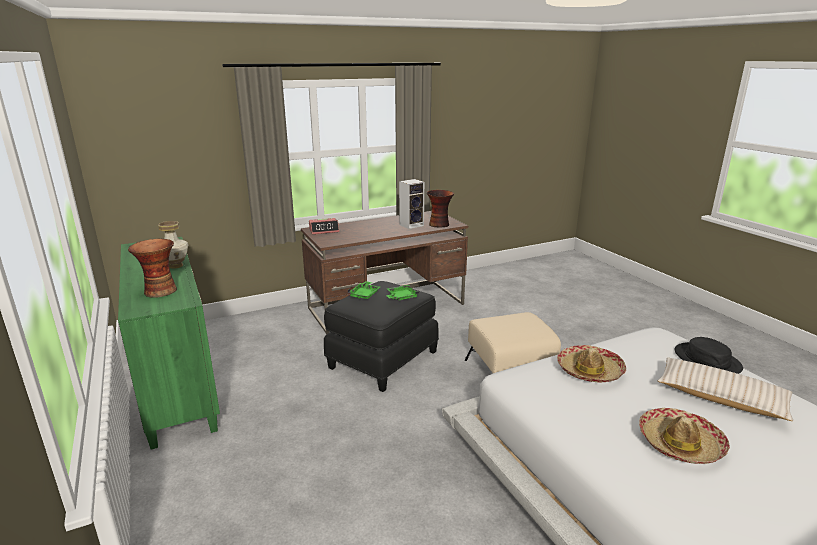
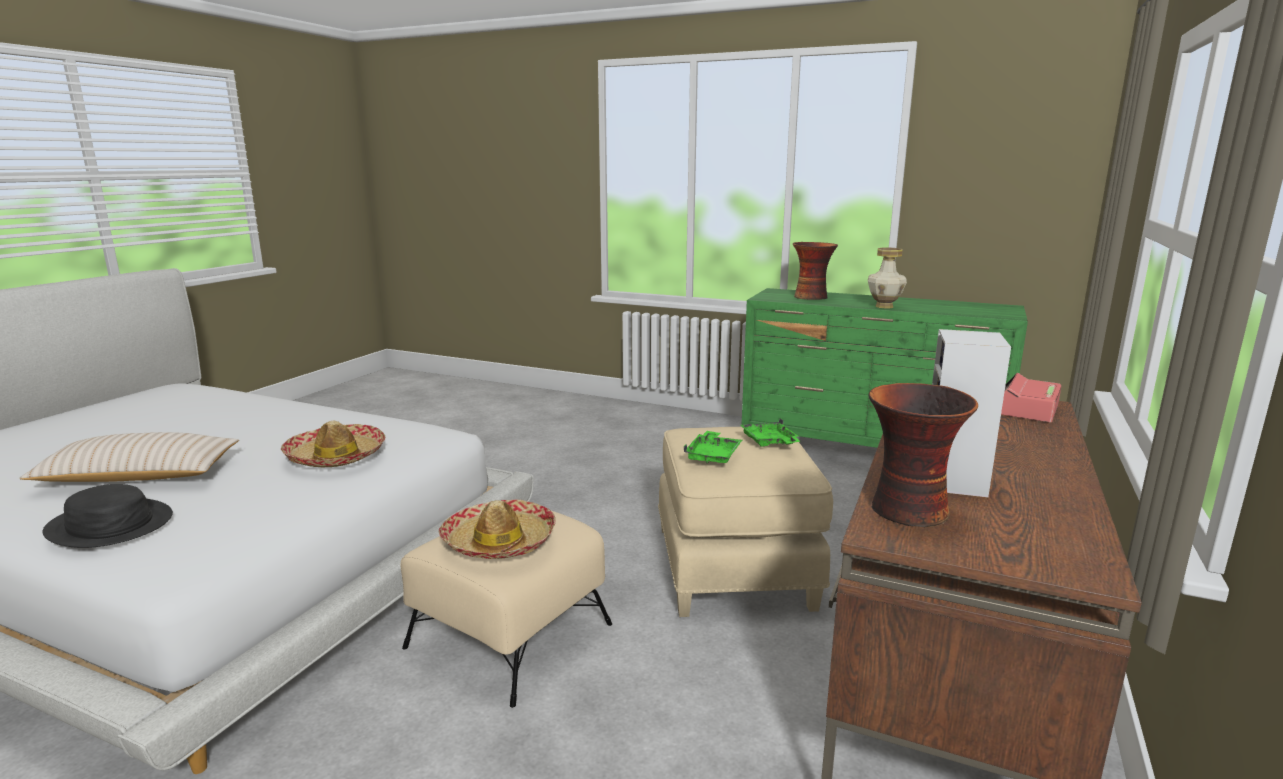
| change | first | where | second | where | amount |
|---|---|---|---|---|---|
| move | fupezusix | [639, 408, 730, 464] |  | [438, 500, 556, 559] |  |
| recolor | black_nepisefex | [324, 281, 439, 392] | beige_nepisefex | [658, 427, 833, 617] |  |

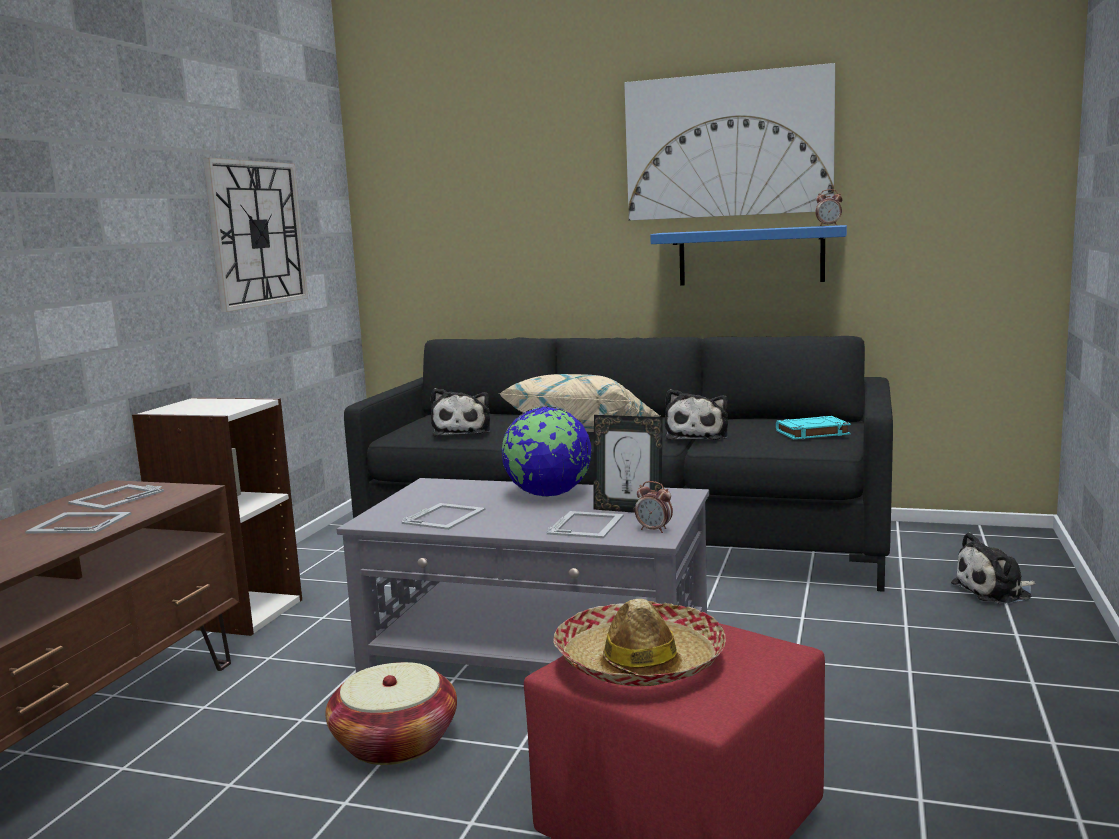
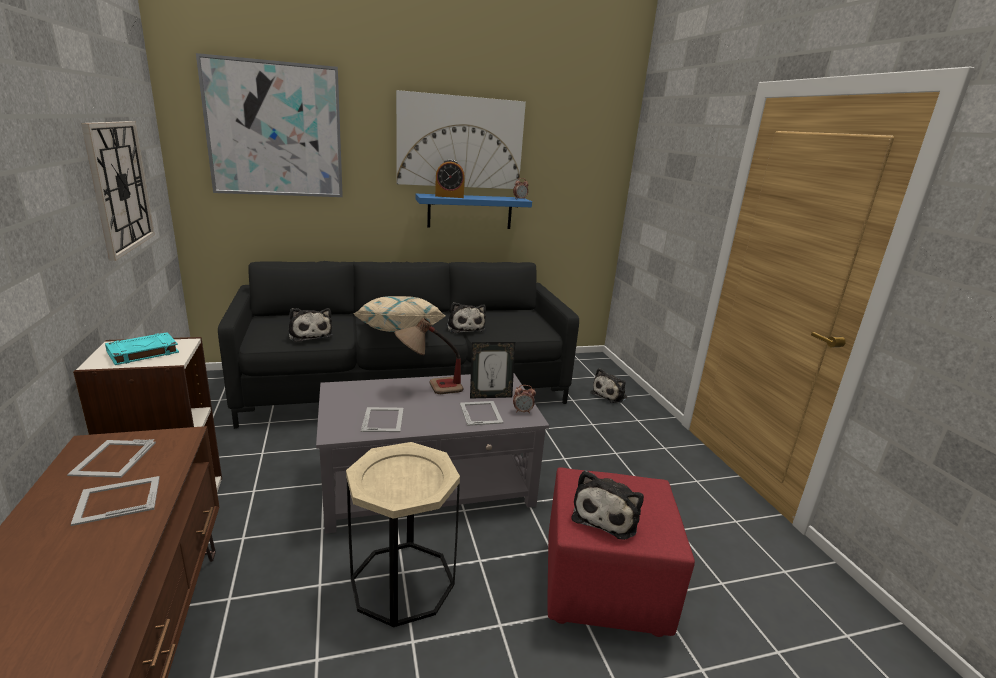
| change | first | where | second | where | amount |
|---|---|---|---|---|---|
| insert |  |  | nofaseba | [196, 53, 343, 197] |  |
| insert |  |  | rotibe | [435, 159, 465, 198] |  |
| move | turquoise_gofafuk | [776, 416, 851, 439] |  | [105, 332, 179, 365] |  |
| replace | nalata | [325, 662, 457, 765] | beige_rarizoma | [346, 442, 460, 627] |  |
| replace | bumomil | [501, 406, 592, 497] | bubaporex | [394, 318, 464, 394] |  |
| replace | fupezusix | [553, 599, 726, 686] | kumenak | [572, 470, 644, 540] |  |

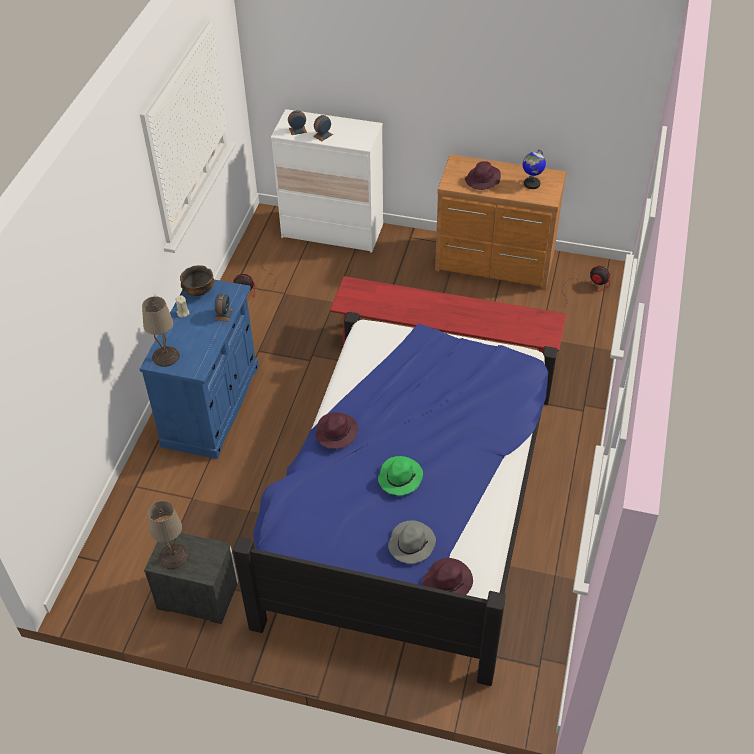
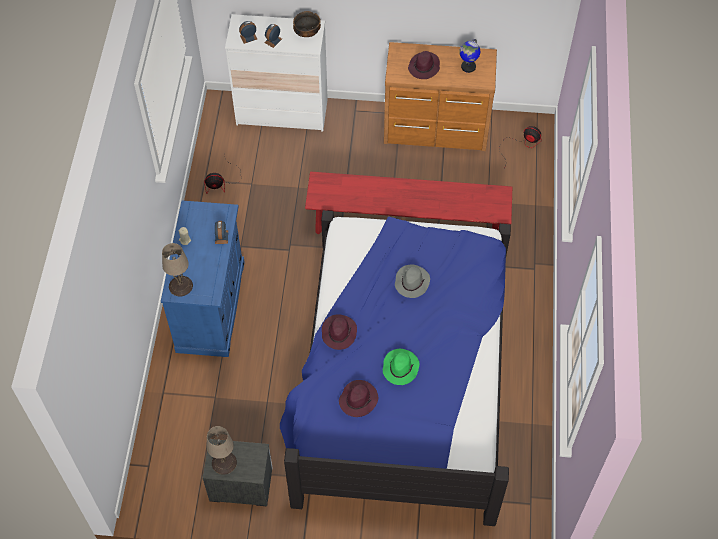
| change | first | where | second | where | amount |
|---|---|---|---|---|---|
| move | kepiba | [180, 265, 214, 296] |  | [293, 11, 321, 37] |  |
| move | grey_fupezusix | [388, 521, 436, 564] |  | [395, 264, 430, 298] |  |
| move | purple_fupezusix | [423, 558, 473, 595] |  | [339, 380, 378, 417] |  |

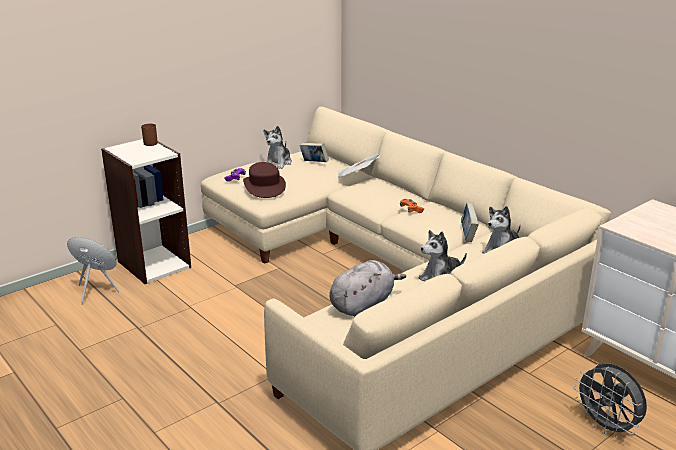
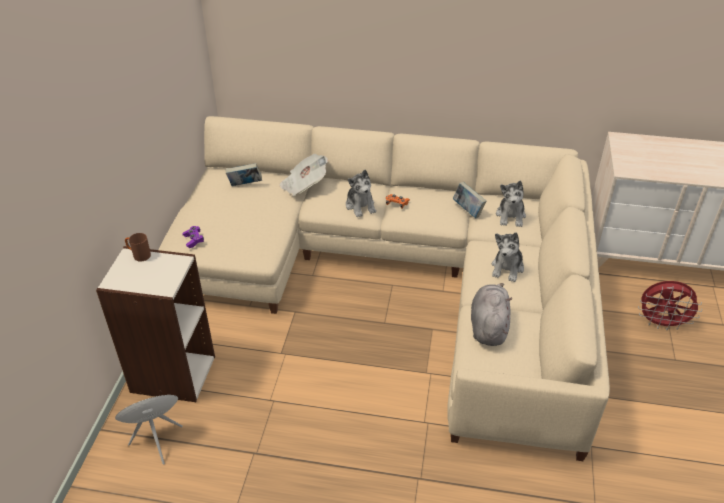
| change | first | where | second | where | amount |
|---|---|---|---|---|---|
| delete | brown_fupezusix | [243, 162, 286, 198] |  |  |  |
| move | kumenak | [263, 126, 292, 169] |  | [346, 170, 376, 217] |  |
| recolor | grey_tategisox | [574, 363, 647, 438] | red_tategisox | [638, 281, 702, 330] |  |

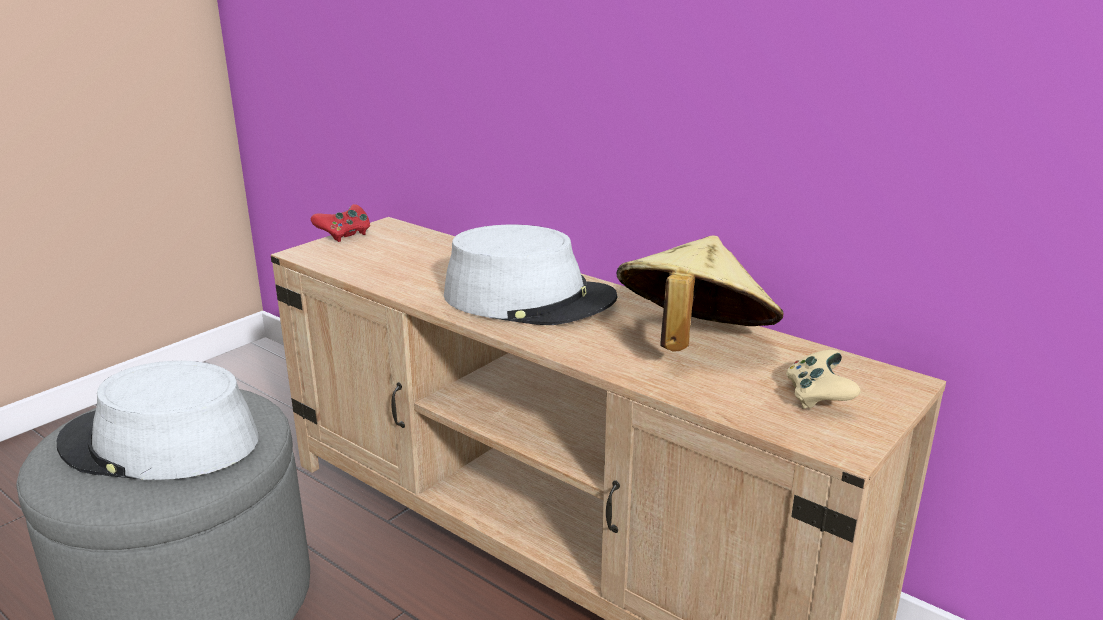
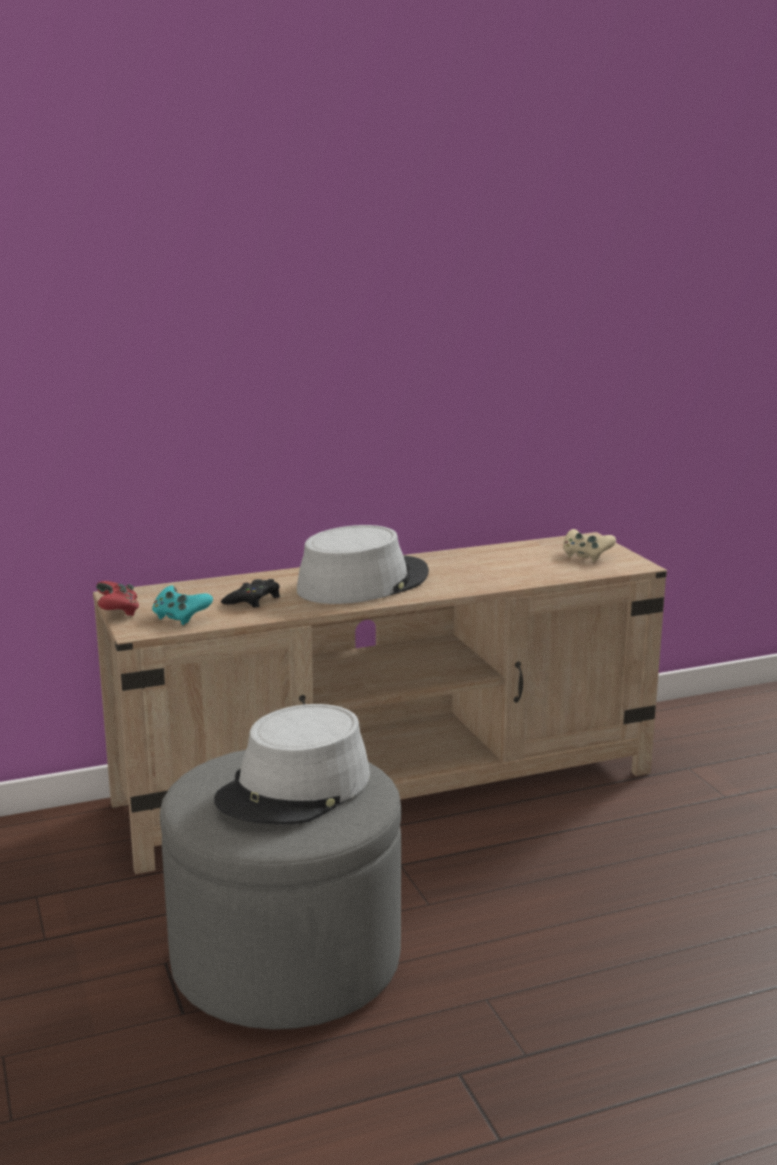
| change | first | where | second | where | amount |
|---|---|---|---|---|---|
| delete | beige_fupezusix | [616, 235, 784, 351] |  |  |  |
| insert |  |  | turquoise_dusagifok | [152, 586, 213, 625] |  |
| insert |  |  | black_dusagifok | [221, 579, 280, 608] |  |

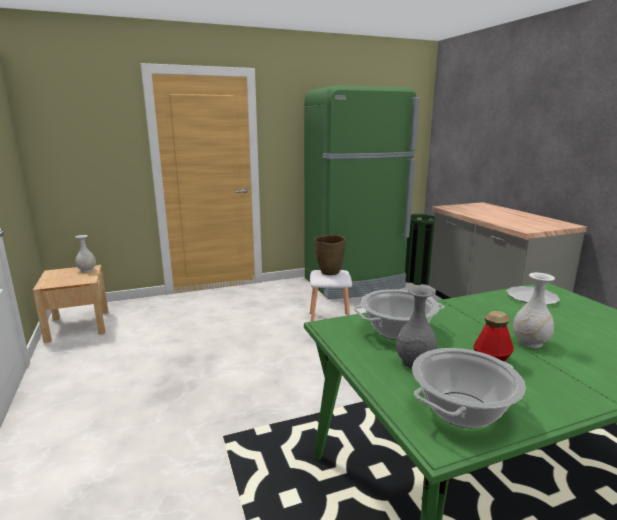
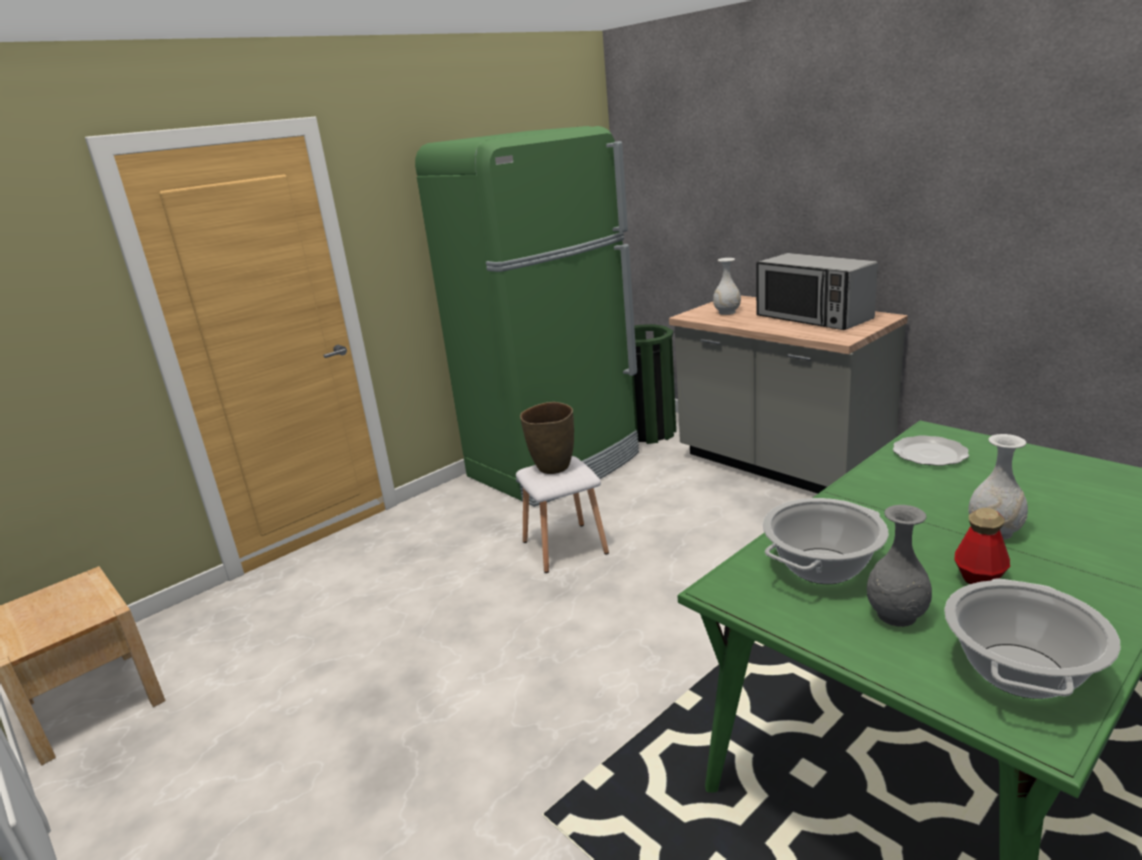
| change | first | where | second | where | amount |
|---|---|---|---|---|---|
| insert |  |  | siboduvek | [756, 253, 878, 330] |  |
| move | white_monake | [75, 235, 96, 272] |  | [713, 258, 741, 315] |  |

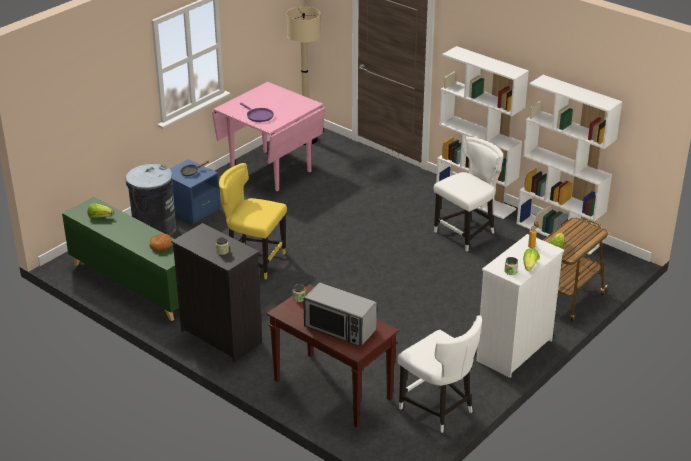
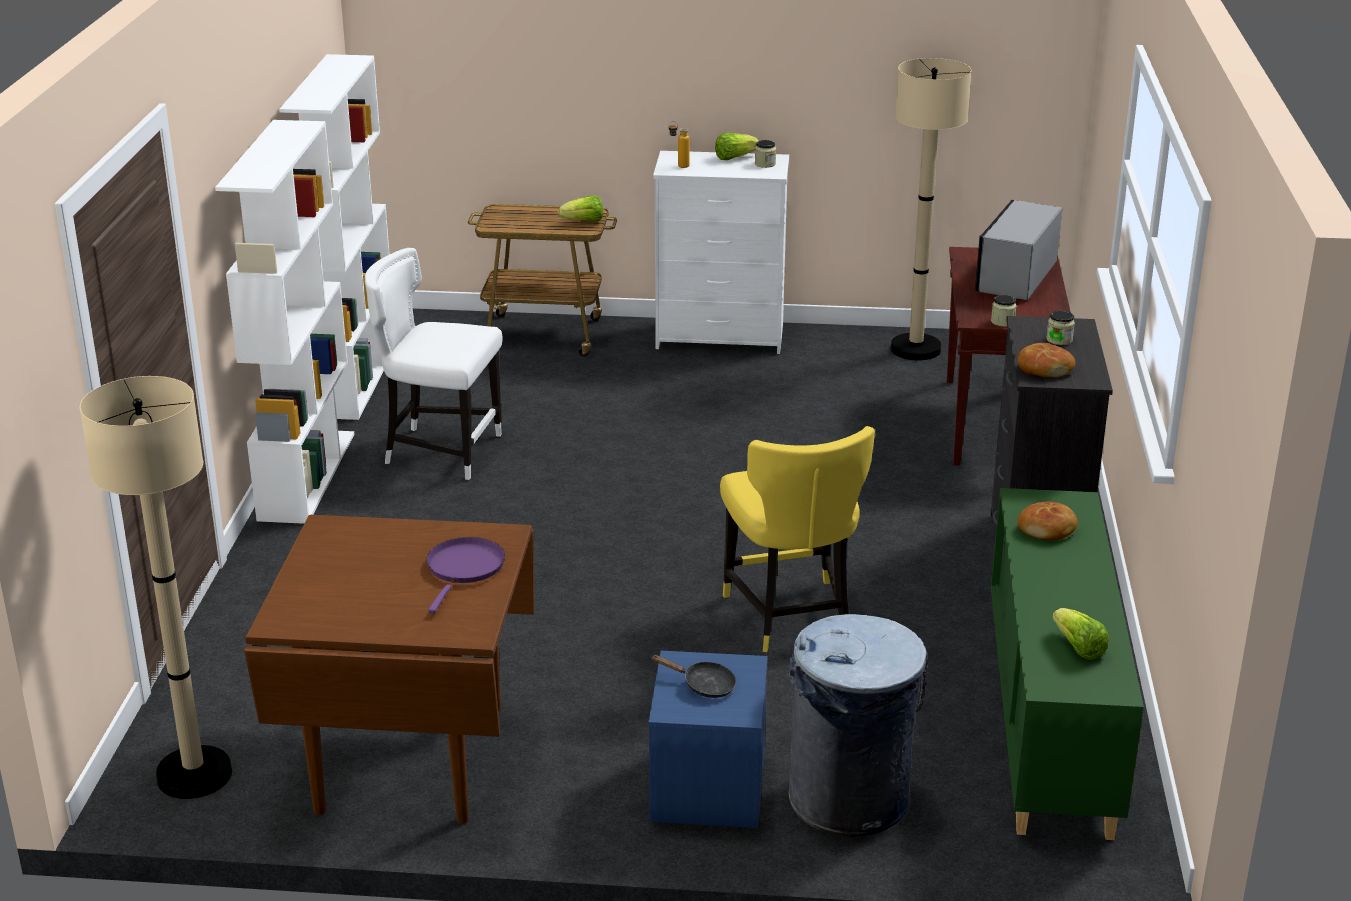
| change | first | where | second | where | amount |
|---|---|---|---|---|---|
| insert |  |  | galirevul | [1017, 343, 1075, 378] |  |
| replace | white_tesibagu | [397, 315, 482, 433] | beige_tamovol | [890, 58, 971, 360] |  |
| recolor | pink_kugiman | [212, 82, 326, 191] | brown_kugiman | [244, 515, 535, 824] |  |
| rotate | siboduvek | [303, 282, 377, 347] |  | [975, 200, 1062, 300] | 150 degrees counterclockwise |

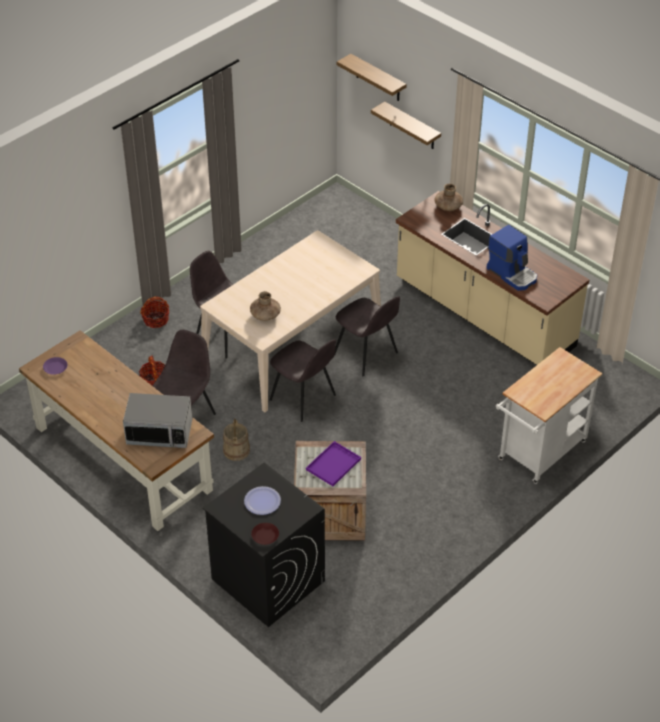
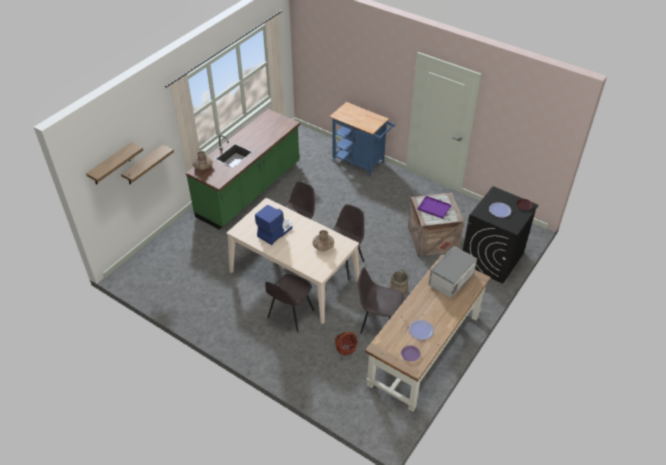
| change | first | where | second | where | amount |
|---|---|---|---|---|---|
| delete | nalata | [140, 296, 169, 328] |  |  |  |
| insert |  |  | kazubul | [409, 320, 434, 340] |  |
| move | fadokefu | [486, 225, 537, 291] |  | [255, 205, 292, 245] |  |
| recolor | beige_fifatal | [396, 191, 589, 365] | green_fifatal | [186, 109, 300, 230] |  |
| recolor | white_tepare | [496, 347, 602, 484] | blue_tepare | [329, 102, 395, 177] |  |
| rotate | siboduvek | [123, 393, 192, 448] |  | [428, 246, 477, 298] | 135 degrees counterclockwise |

